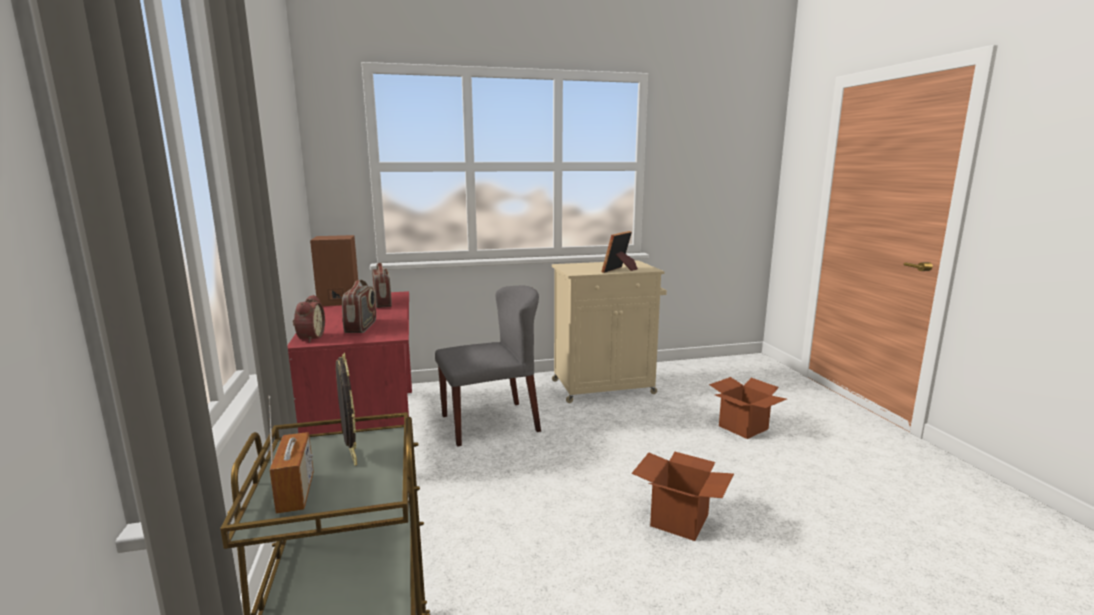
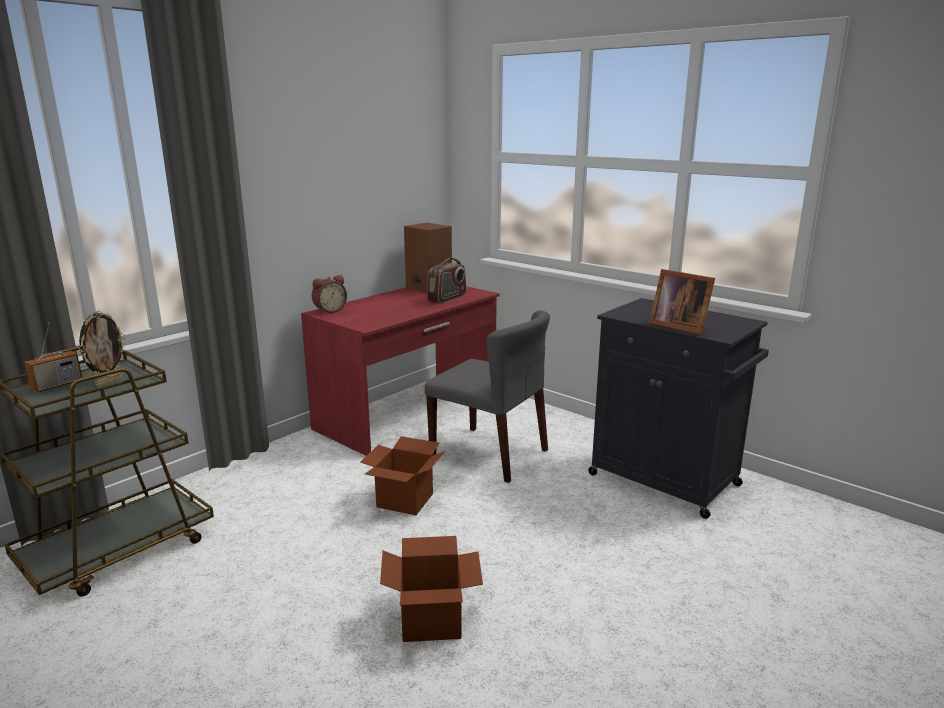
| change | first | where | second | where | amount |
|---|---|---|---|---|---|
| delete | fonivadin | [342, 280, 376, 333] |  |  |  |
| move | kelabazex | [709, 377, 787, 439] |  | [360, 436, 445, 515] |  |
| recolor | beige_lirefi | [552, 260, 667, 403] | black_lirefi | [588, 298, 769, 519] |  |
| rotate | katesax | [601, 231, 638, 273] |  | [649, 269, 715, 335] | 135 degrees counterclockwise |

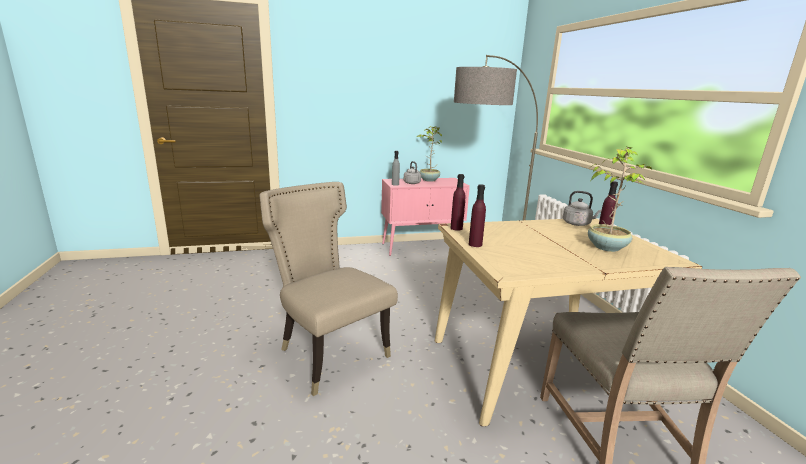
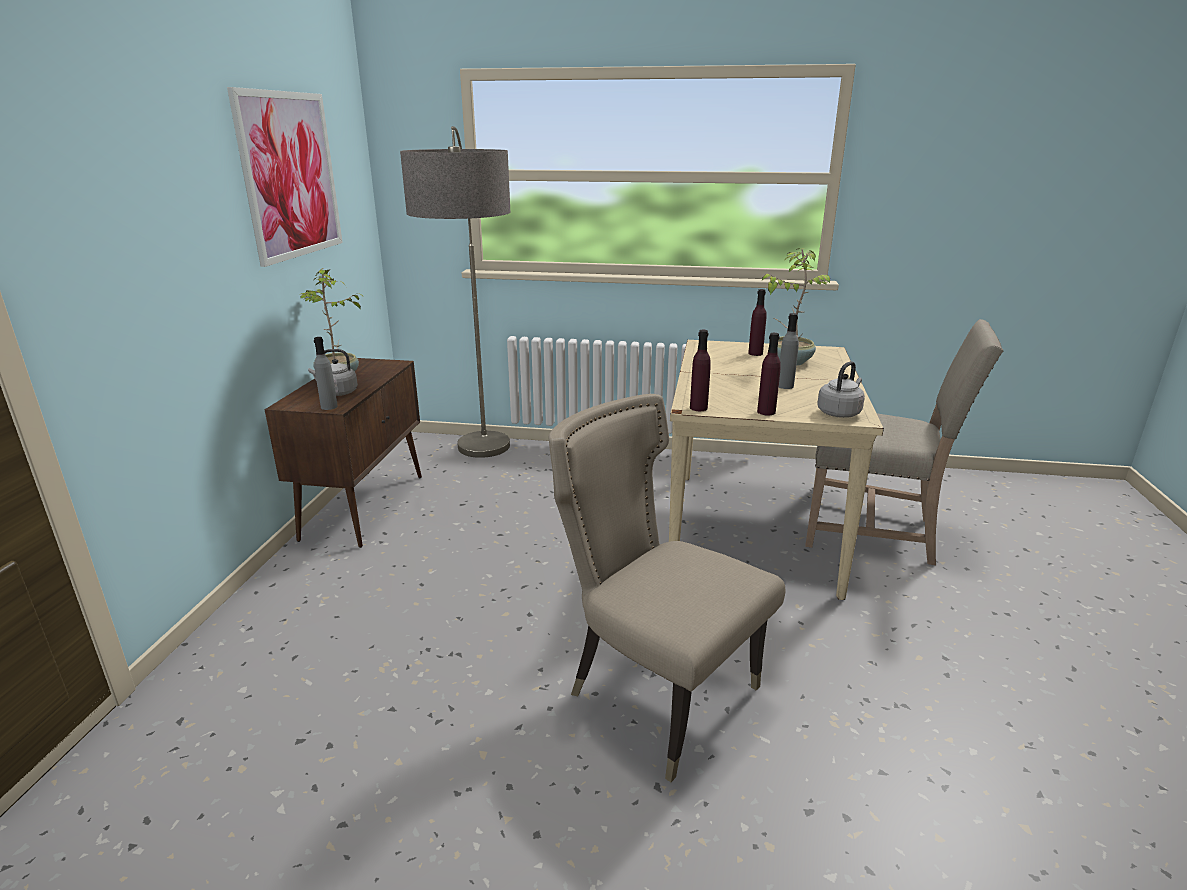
| change | first | where | second | where | amount |
|---|---|---|---|---|---|
| insert |  |  | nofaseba | [227, 87, 343, 267] |  |
| insert |  |  | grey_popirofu | [779, 313, 799, 389] |  |
| move | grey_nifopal | [563, 191, 602, 226] |  | [817, 361, 865, 418] |  |
| recolor | pink_lirefi | [381, 178, 470, 256] | brown_lirefi | [265, 358, 422, 548] |  |
| rotate | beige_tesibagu | [259, 182, 398, 396] |  | [548, 394, 785, 782] | 60 degrees clockwise |

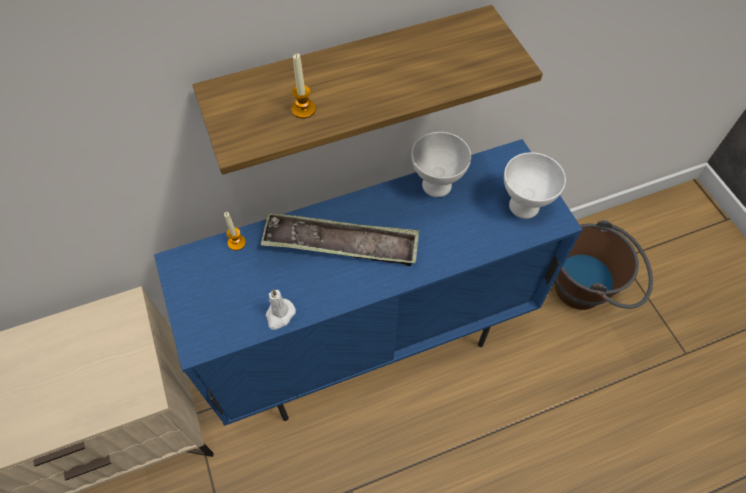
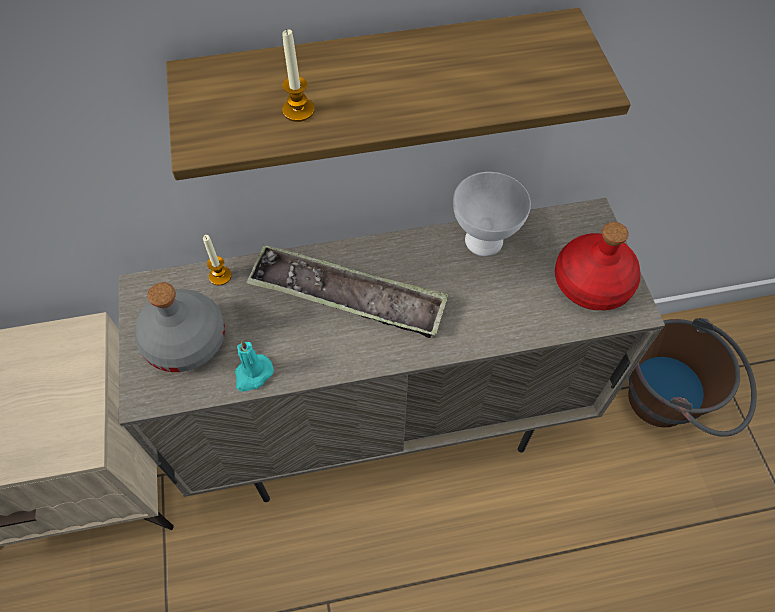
| change | first | where | second | where | amount |
|---|---|---|---|---|---|
| insert |  |  | grey_popirofu | [135, 283, 225, 372] |  |
| replace | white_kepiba | [504, 152, 566, 219] | red_popirofu | [555, 222, 641, 310] |  |
| recolor | blue_lirefi | [154, 139, 583, 426] | beige_lirefi | [119, 198, 665, 502] |  |
| recolor | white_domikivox | [265, 289, 296, 330] | turquoise_domikivox | [235, 340, 274, 392] |  |

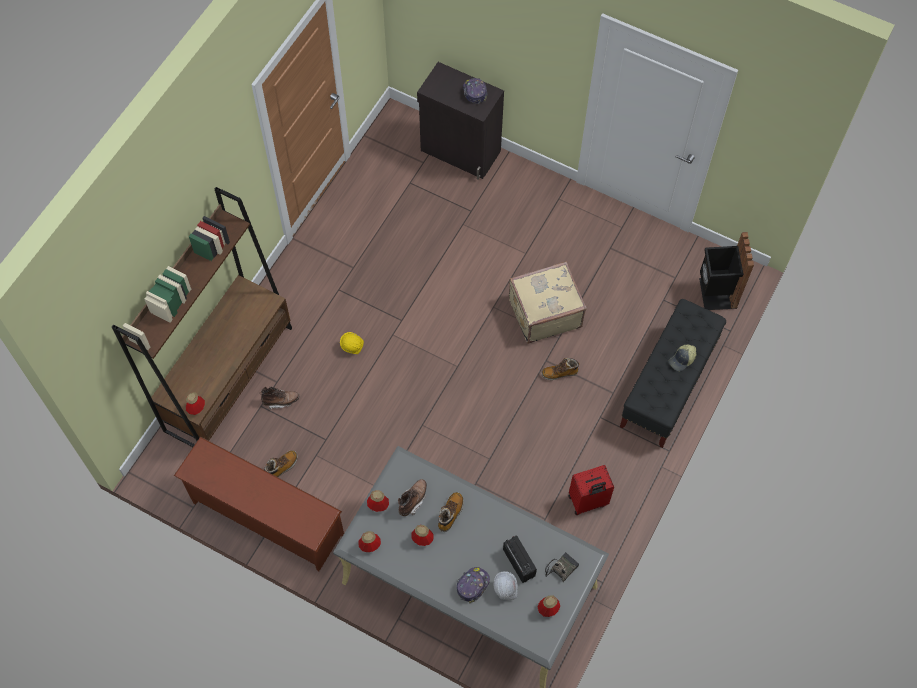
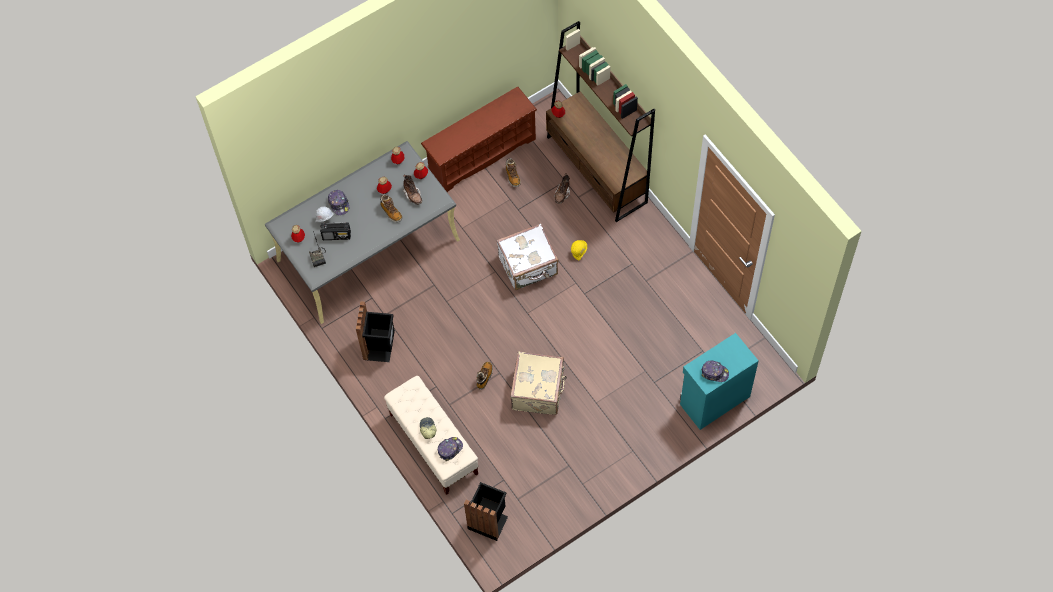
| change | first | where | second | where | amount |
|---|---|---|---|---|---|
| insert |  |  | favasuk | [438, 437, 463, 461] |  |
| insert |  |  | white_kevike | [497, 224, 558, 290] |  |
| replace | red_kevike | [568, 465, 614, 515] | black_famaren | [356, 301, 395, 362] |  |
| recolor | black_lirefi | [417, 62, 504, 179] | turquoise_lirefi | [680, 333, 759, 430] |  |
| recolor | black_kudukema | [620, 299, 726, 448] | beige_kudukema | [384, 376, 479, 495] |  |

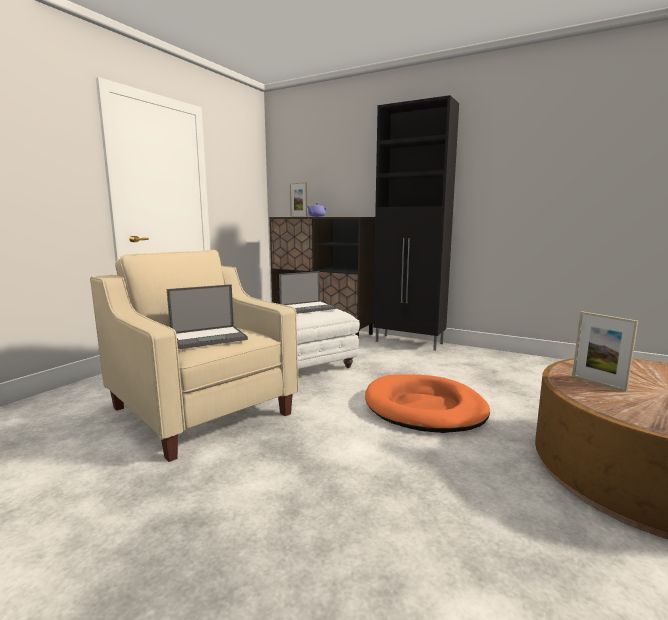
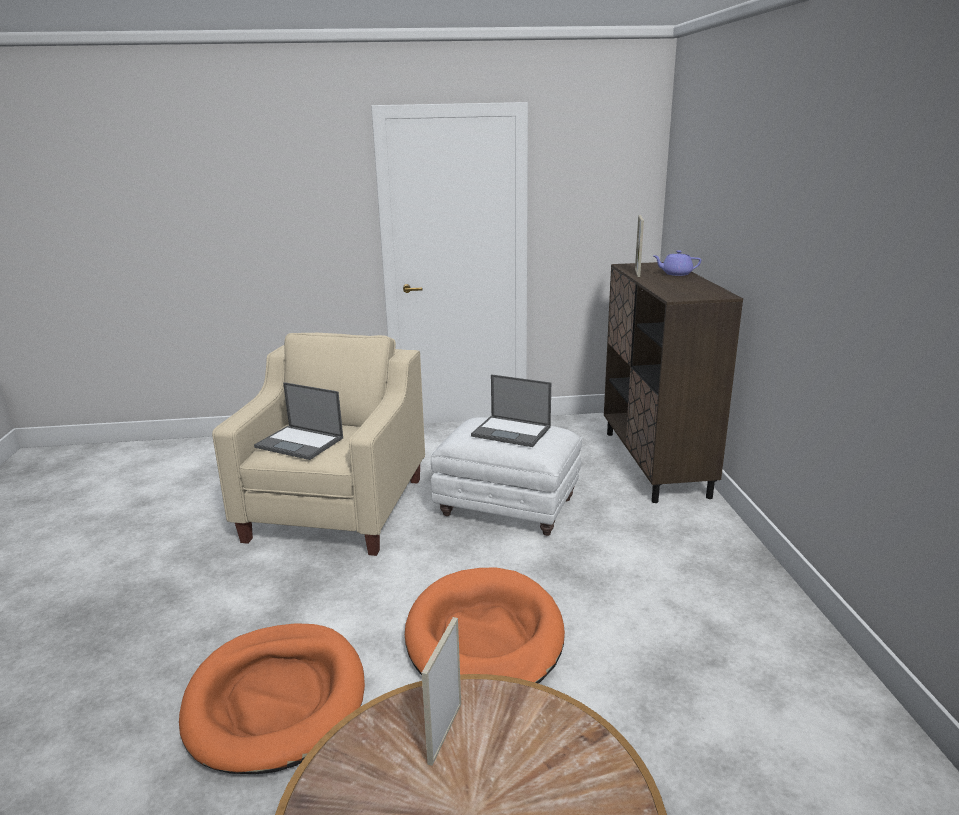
| change | first | where | second | where | amount |
|---|---|---|---|---|---|
| delete | black_lirefi | [373, 95, 459, 351] |  |  |  |
| insert |  |  | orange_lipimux | [179, 623, 365, 774] |  |

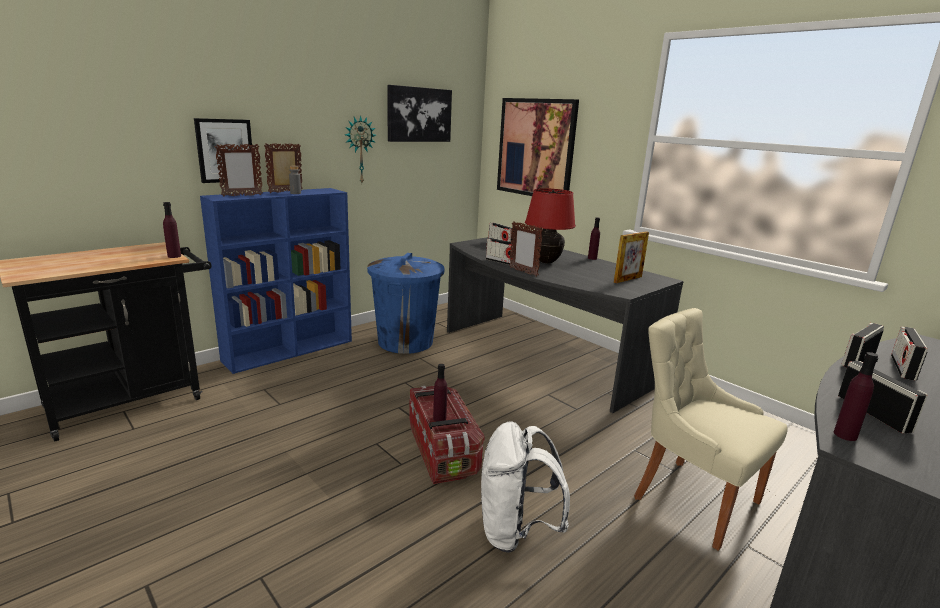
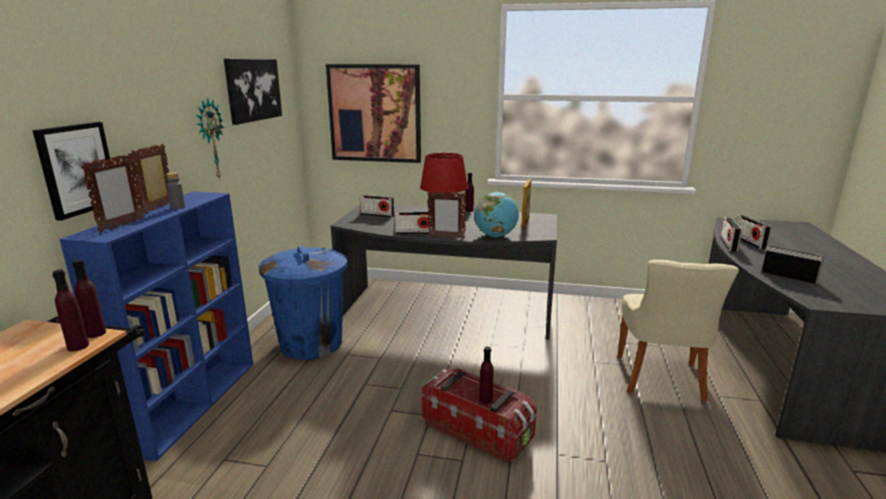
| change | first | where | second | where | amount |
|---|---|---|---|---|---|
| delete | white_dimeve | [481, 421, 570, 553] |  |  |  |
| insert |  |  | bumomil | [474, 192, 519, 237] |  |
| move | purple_popirofu | [834, 352, 878, 441] |  | [52, 269, 89, 352] |  |
| rotate | beige_tesibagu | [634, 308, 788, 551] |  | [618, 260, 739, 402] | 90 degrees counterclockwise |

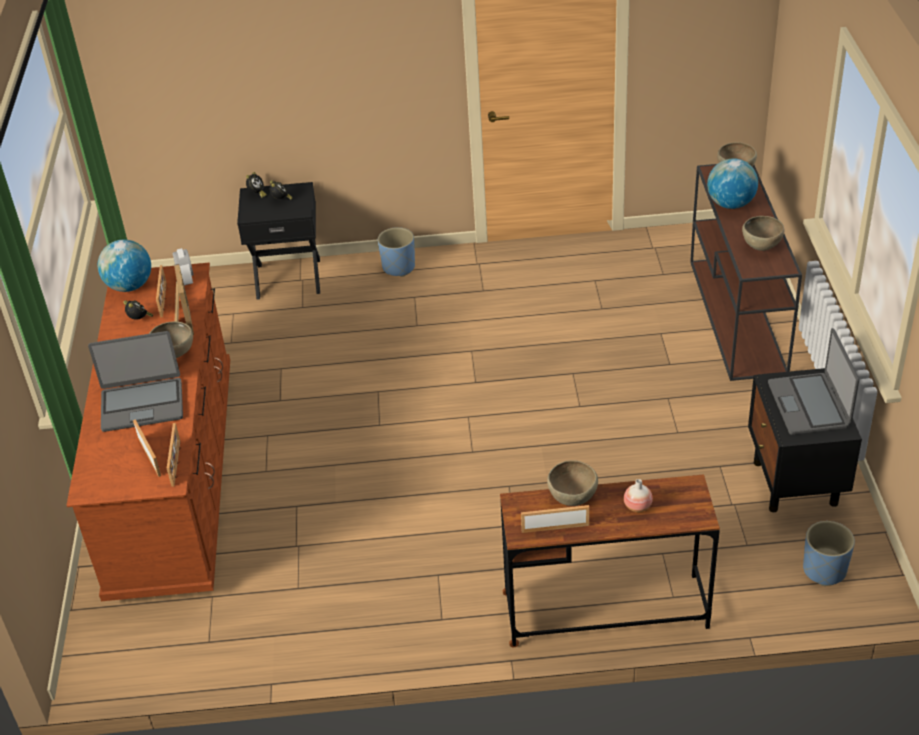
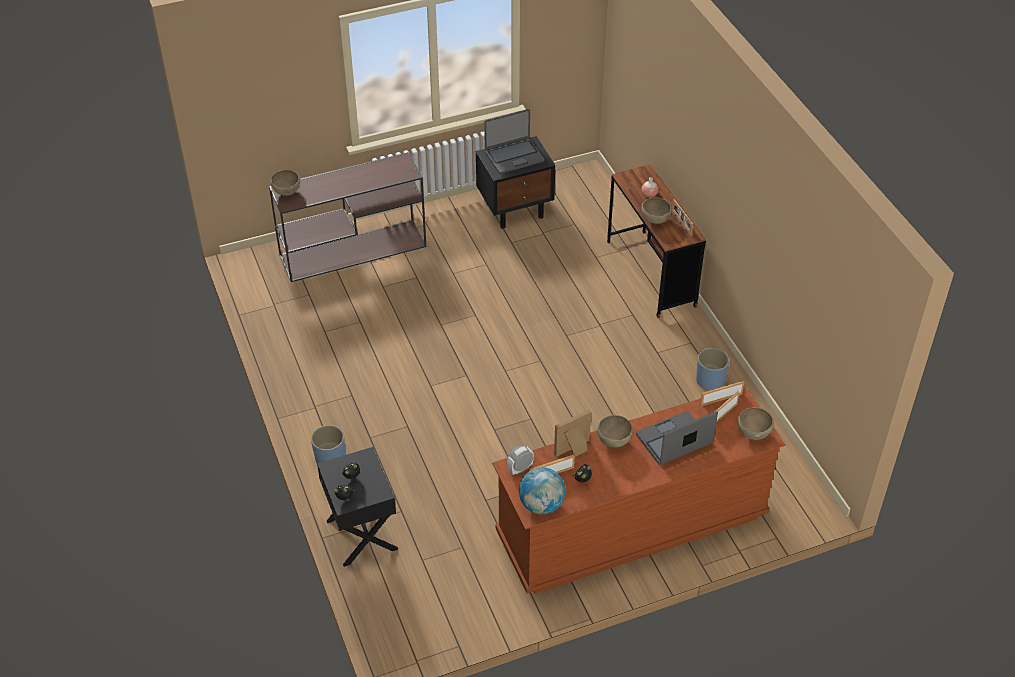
| change | first | where | second | where | amount |
|---|---|---|---|---|---|
| delete | bumomil | [707, 158, 758, 209] |  |  |  |
| move | brown_kepiba | [742, 216, 784, 251] |  | [738, 407, 774, 440] |  |
| move | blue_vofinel | [803, 521, 855, 586] |  | [696, 348, 729, 390] |  |
| rotate | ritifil | [88, 331, 183, 432] |  | [636, 411, 718, 465] | 90 degrees counterclockwise |

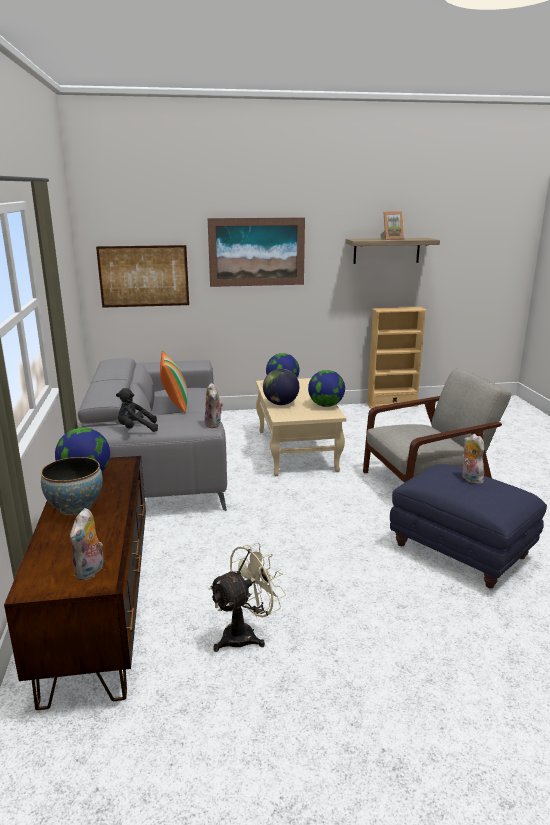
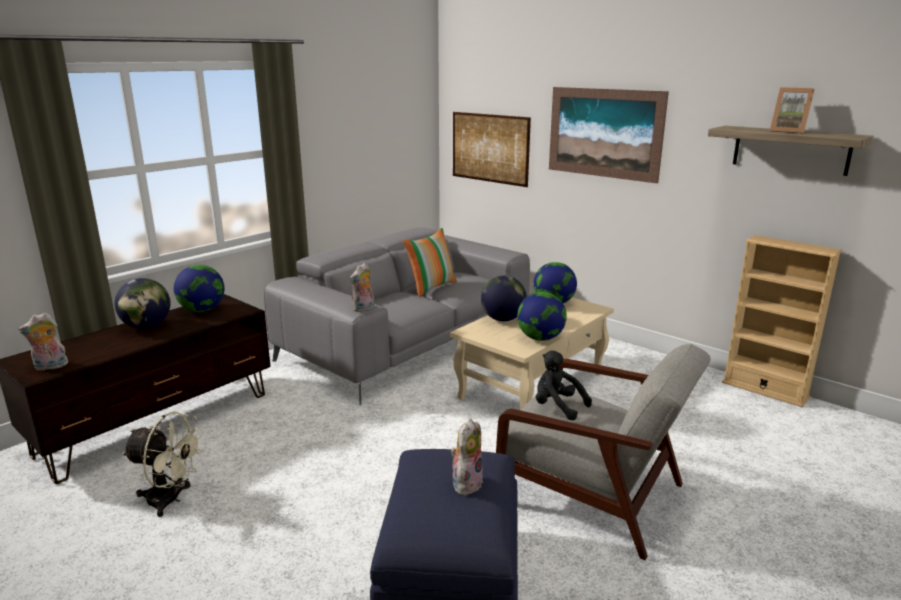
| change | first | where | second | where | amount |
|---|---|---|---|---|---|
| move | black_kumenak | [116, 388, 158, 432] |  | [536, 351, 592, 420] |  |
| replace | kepiba | [41, 457, 103, 516] | bumomil | [115, 278, 171, 329] |  |

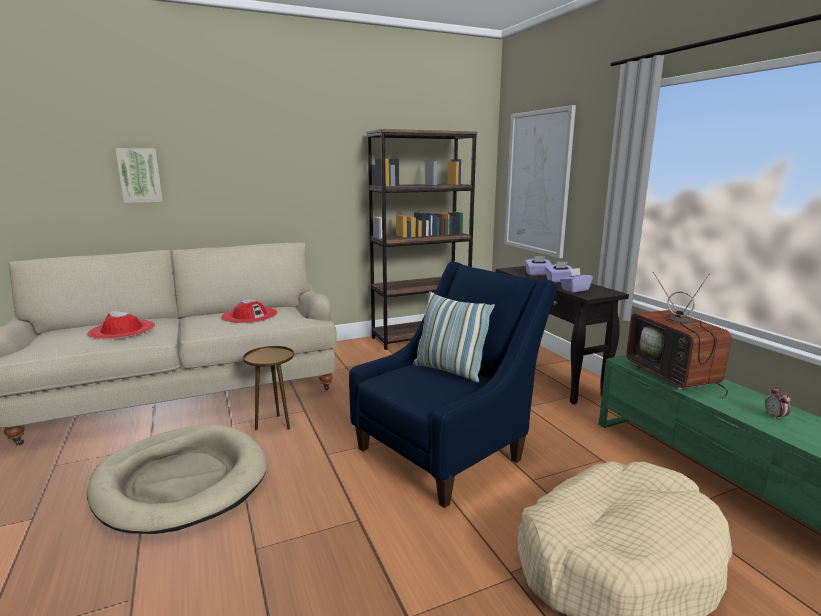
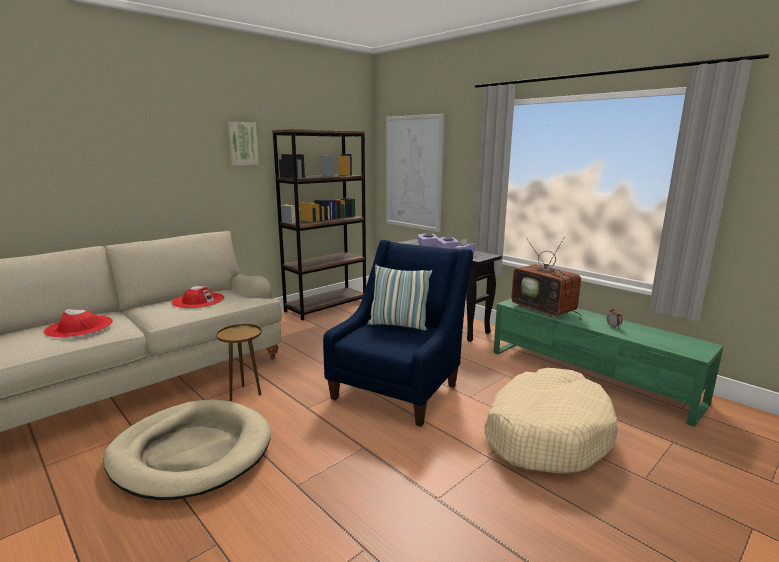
| change | first | where | second | where | amount |
|---|---|---|---|---|---|
| move | nofaseba | [115, 148, 163, 203] |  | [228, 122, 259, 165] |  |

